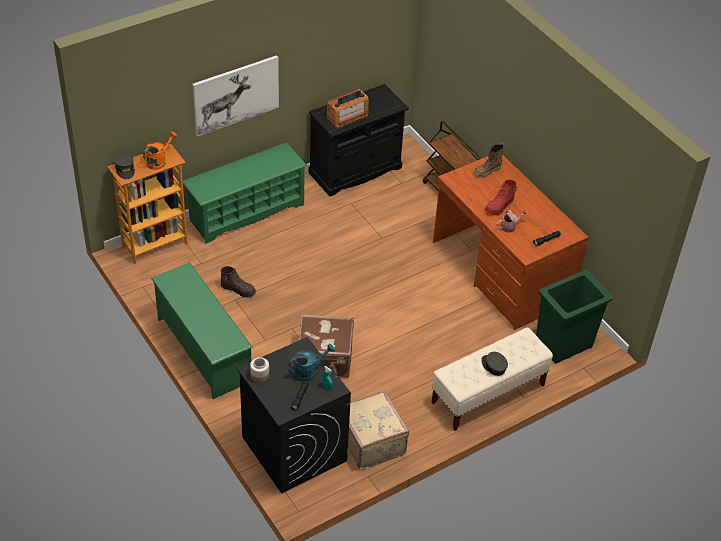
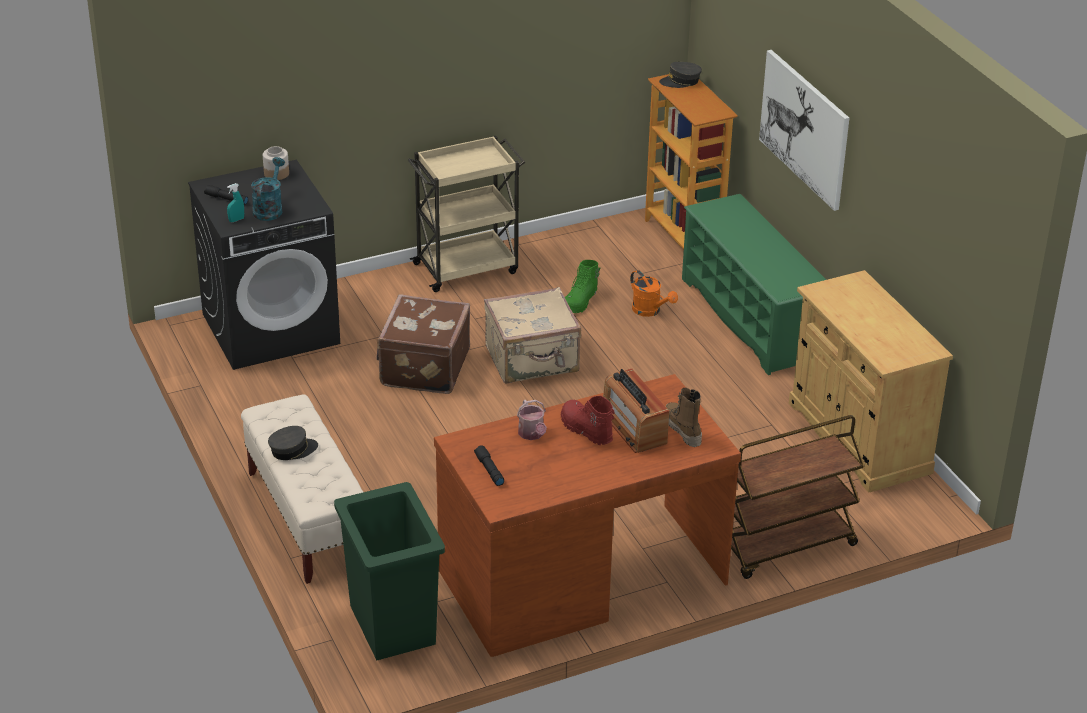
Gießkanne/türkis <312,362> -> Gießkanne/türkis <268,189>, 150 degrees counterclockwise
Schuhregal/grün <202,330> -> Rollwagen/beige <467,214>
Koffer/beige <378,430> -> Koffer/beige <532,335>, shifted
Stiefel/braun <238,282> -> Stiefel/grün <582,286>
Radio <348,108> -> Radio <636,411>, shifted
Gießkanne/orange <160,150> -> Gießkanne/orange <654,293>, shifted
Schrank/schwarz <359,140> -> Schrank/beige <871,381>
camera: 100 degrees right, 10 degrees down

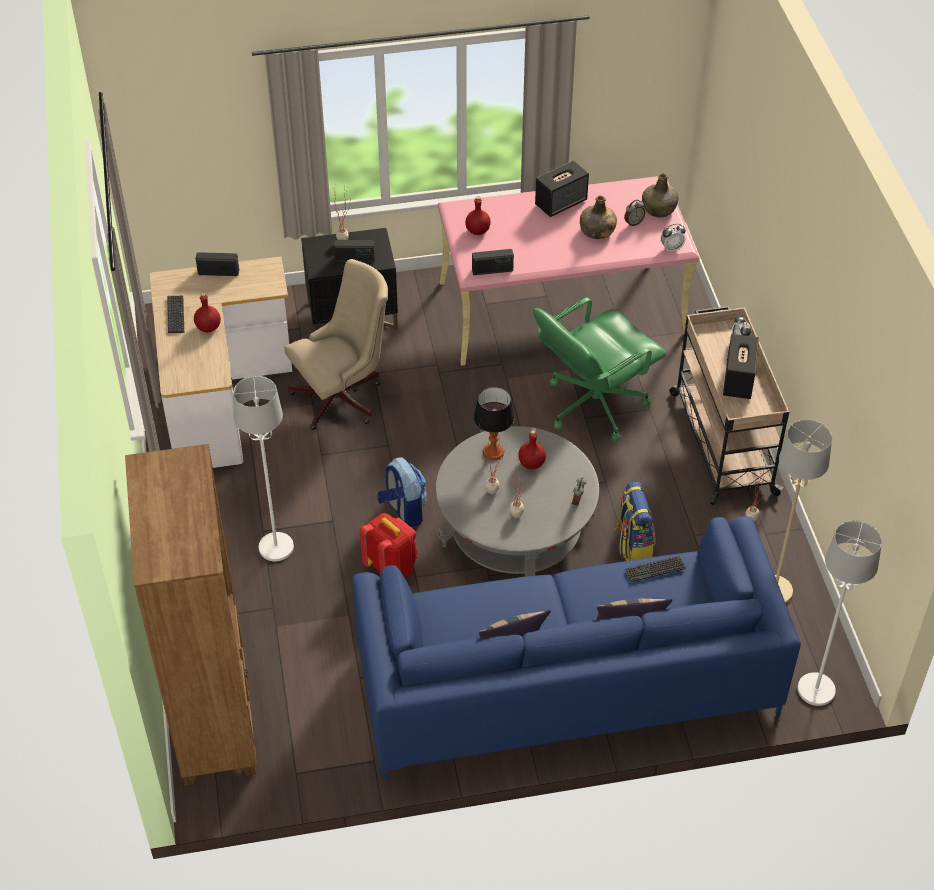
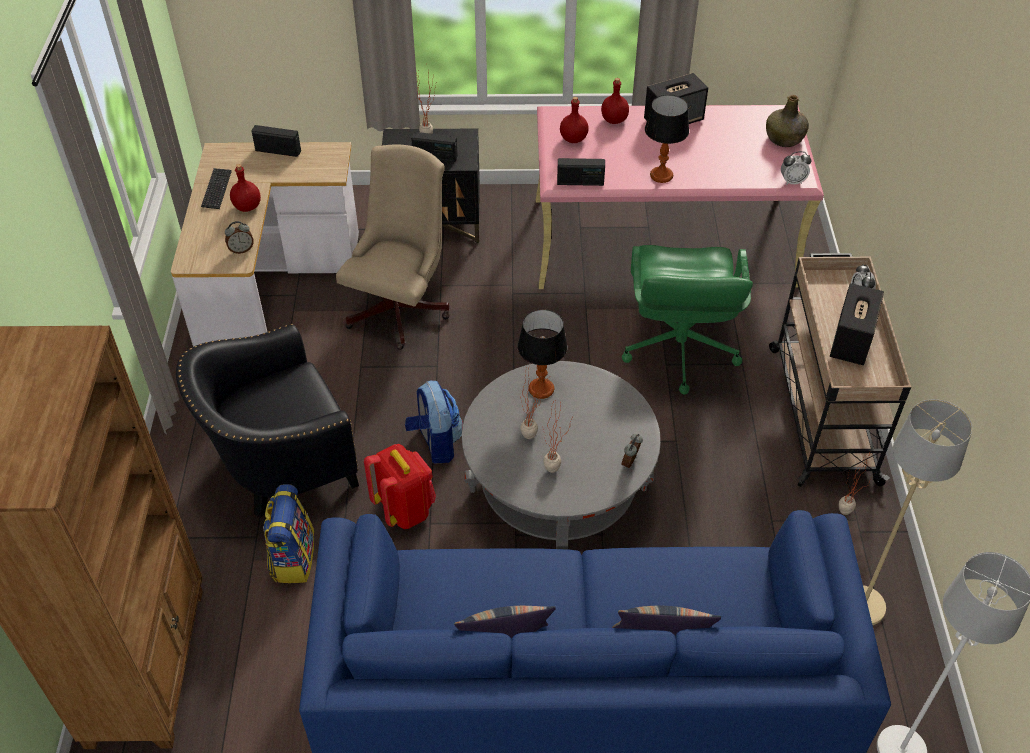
Stehlampe/weiß <263,468> -> Sessel/schwarz <267,421>
Wecker <634,213> -> Wecker <239,237>, shifted
Rucksack <634,521> -> Rucksack <288,533>, shifted
Bürostuhl/beige <336,344> -> Bürostuhl/beige <393,247>, 45 degrees counterclockwise
Flasche/rot <532,450> -> Flasche/rot <615,101>, shifted
Bürostuhl/grün <599,370> -> Bürostuhl/grün <687,319>, 60 degrees counterclockwise
none -> Tischlampe <667,139>
Flasche/grün <598,217> -> none
Tastatur <655,569> -> none
camera: 10 degrees right, 0 degrees up

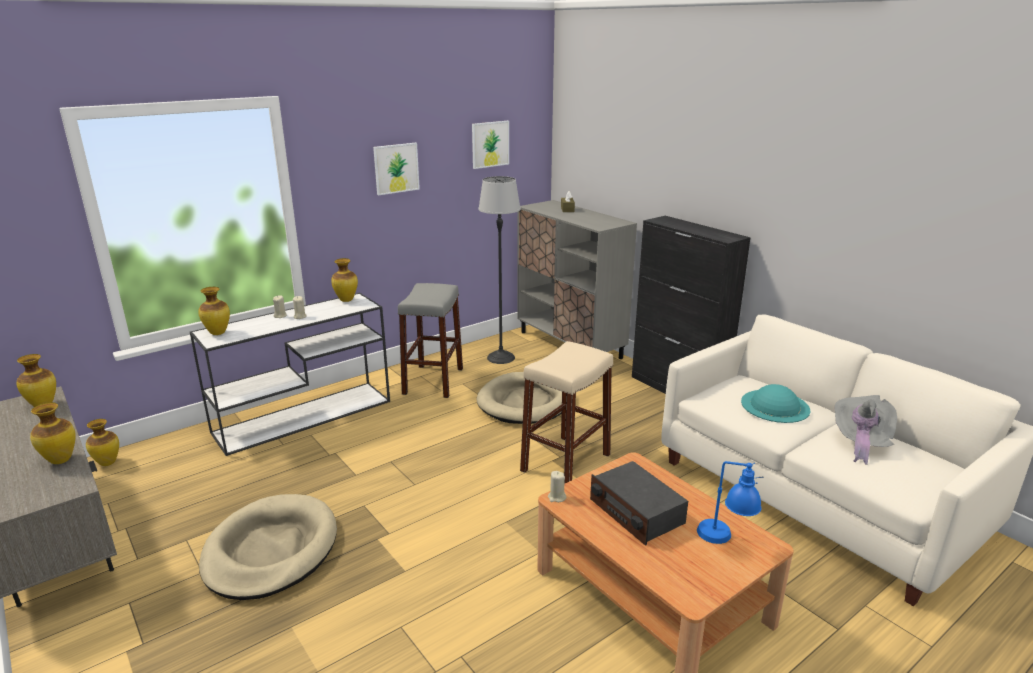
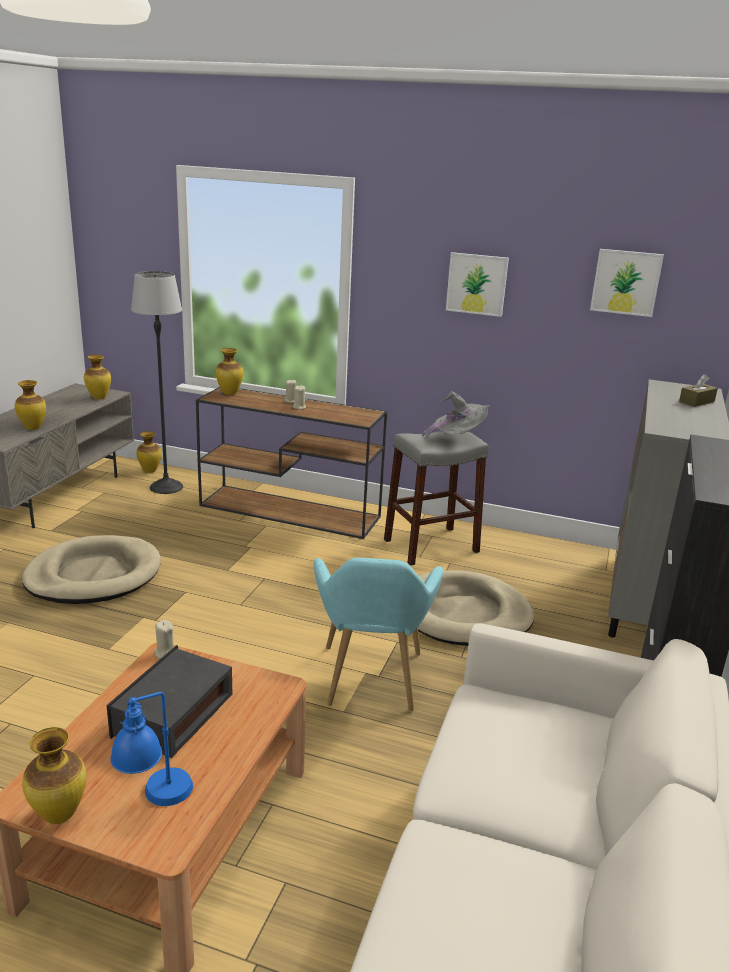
Vase <344,280> -> Vase <54,775>, shifted
Stehlampe <499,270> -> Stehlampe <157,382>, shifted
Konsolentisch/weiß <290,374> -> Konsolentisch/braun <291,463>
Hocker/beige <566,412> -> Sessel/türkis <378,634>
Hut/grau <866,430> -> Hut/grau <456,415>, shifted
Hut/türkis <775,403> -> none
camera: 55 degrees right, 0 degrees up

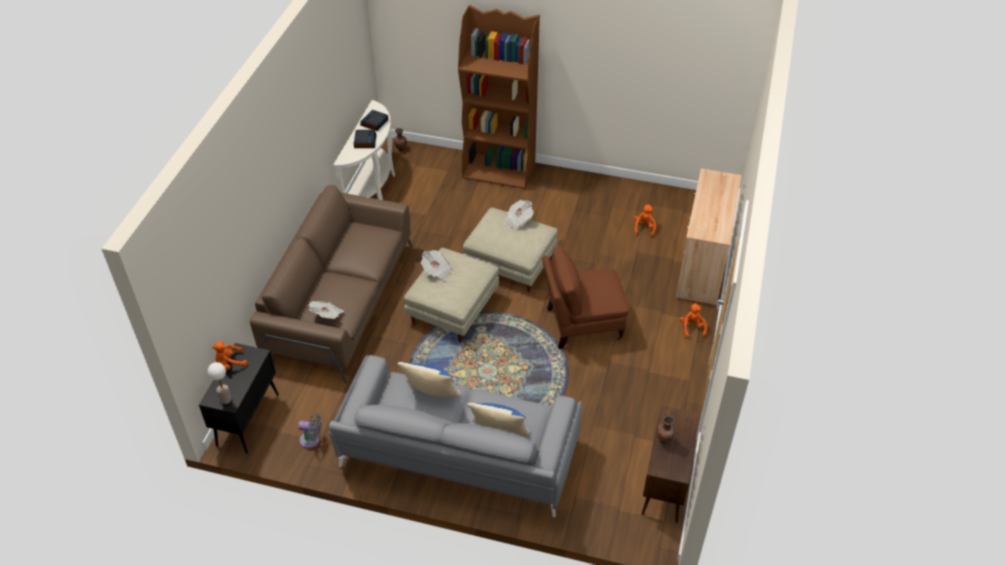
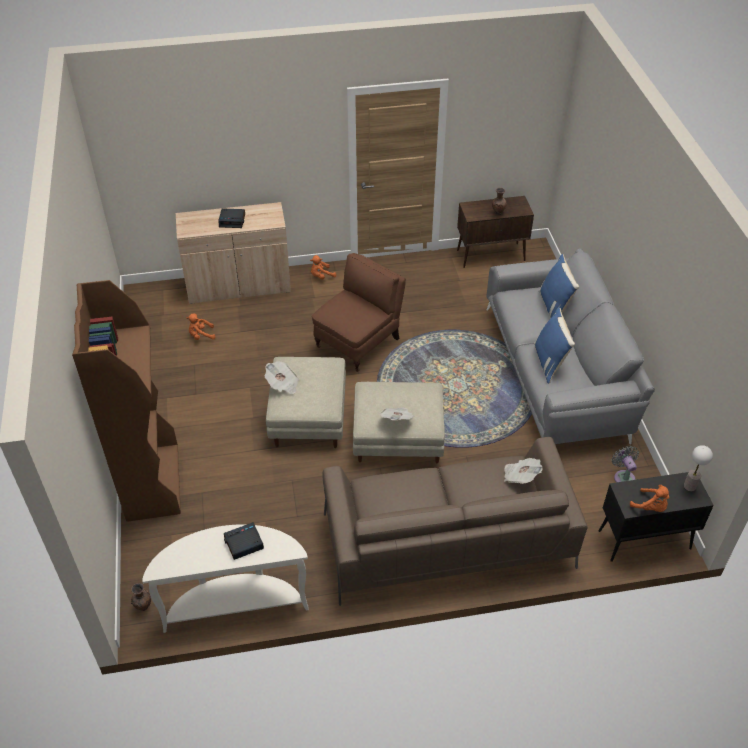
Wecker <374,120> -> Wecker <231,218>, shifted
Sessel/braun <585,297> -> Sessel/braun <359,312>, 105 degrees counterclockwise
camera: 115 degrees left, 0 degrees up

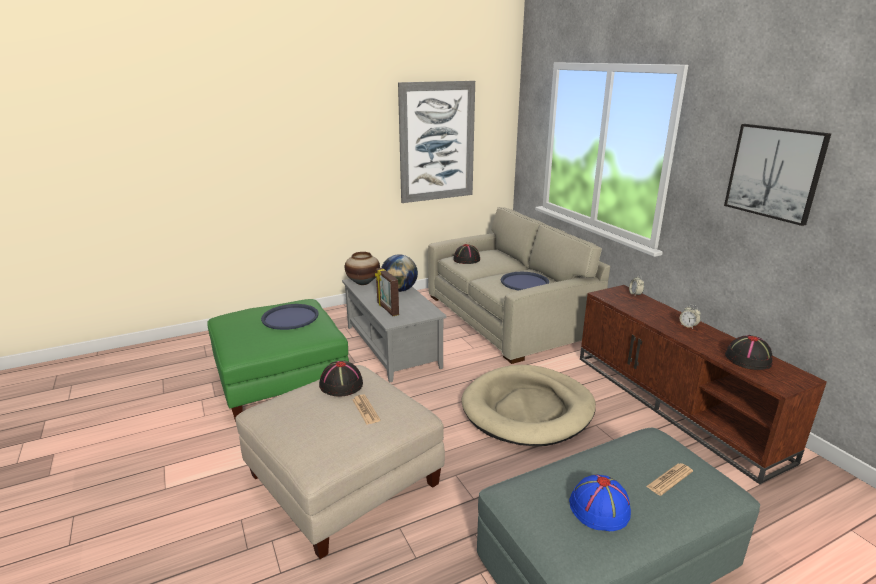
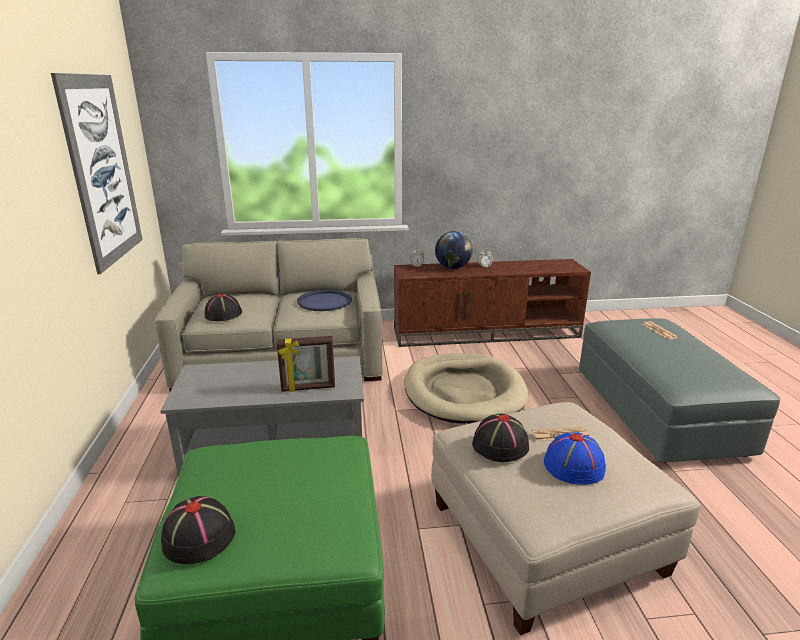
Hut/schwarz <749,352> -> Hut/schwarz <198,530>, shifted
Globus <399,273> -> Globus <454,250>, shifted
Hut/blau <600,503> -> Hut/blau <575,458>, shifted
Tablett/blau <289,317> -> none
Vase <362,268> -> none
Bild <777,175> -> none
camera: 70 degrees left, 0 degrees up

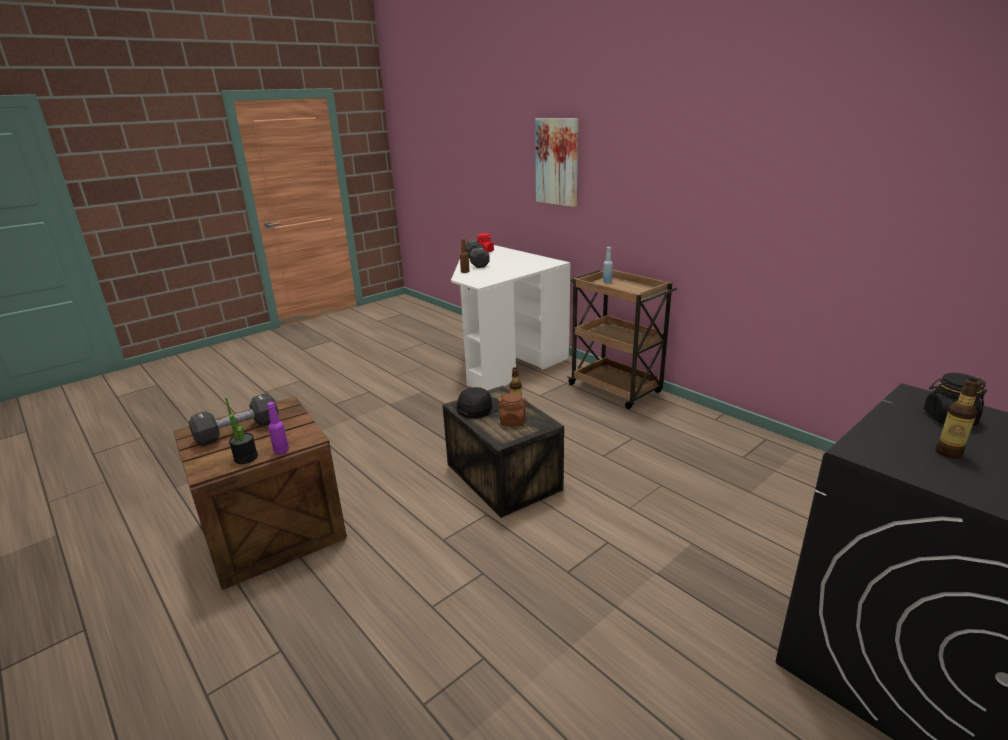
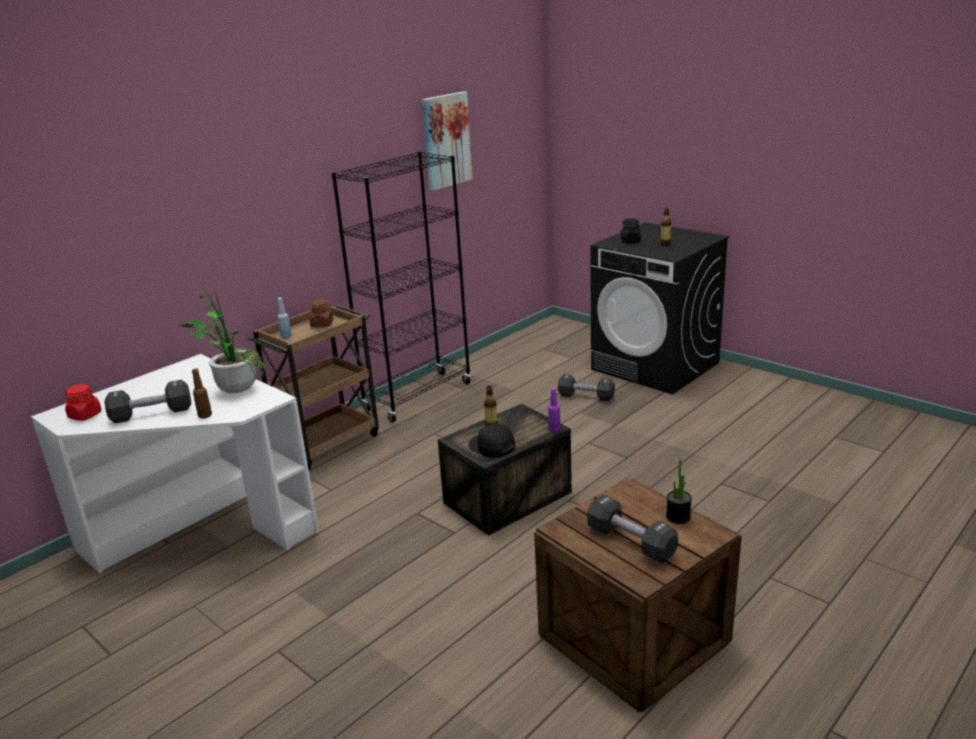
none -> Topfpflanze <222,340>
Vorratsglas/braun <512,409> -> Vorratsglas/braun <321,313>, shifted
none -> Bücherregal/schwarz <401,287>
Bild <556,162> -> Bild <447,141>, shifted
Flasche/lila <278,428> -> Flasche/lila <554,410>, shifted
none -> Hantel/schwarz <586,387>
camera: 95 degrees left, 0 degrees up

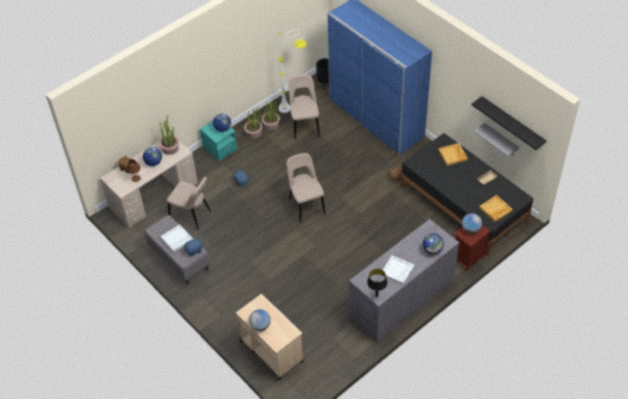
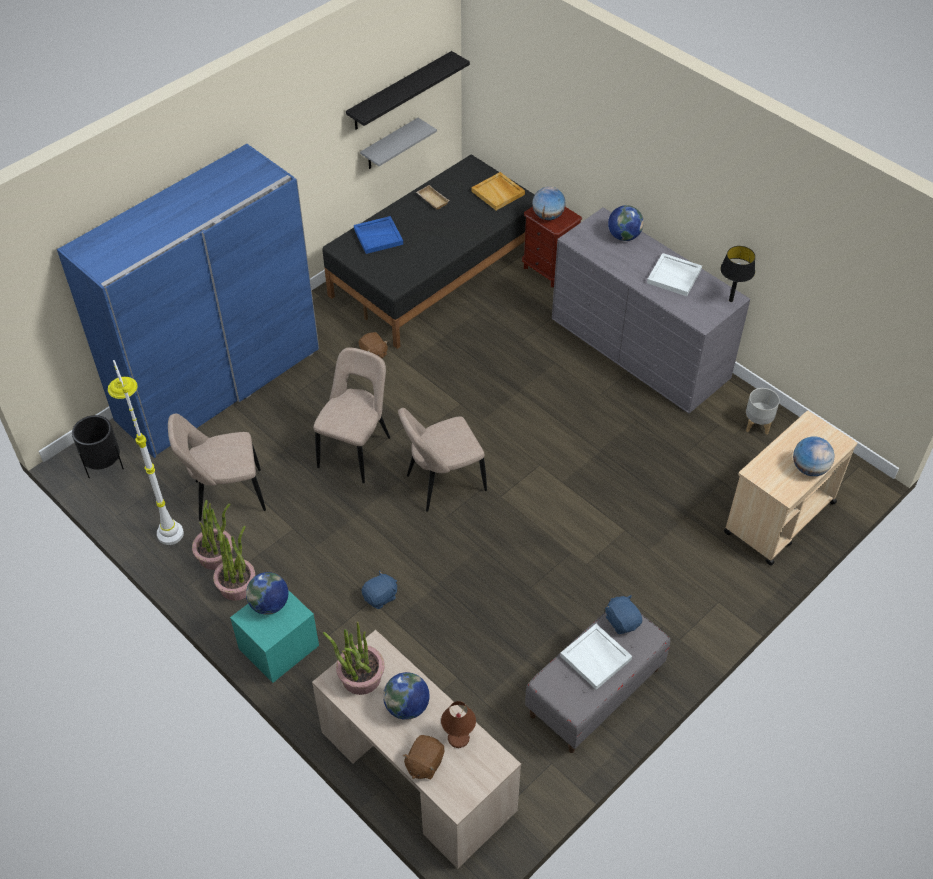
Stuhl/beige <189,203> -> Stuhl/beige <351,415>, shifted
Tablett/beige <453,154> -> Tablett/blau <378,235>
none -> Pflanzkübel/grau <763,411>
camera: 95 degrees left, 0 degrees up

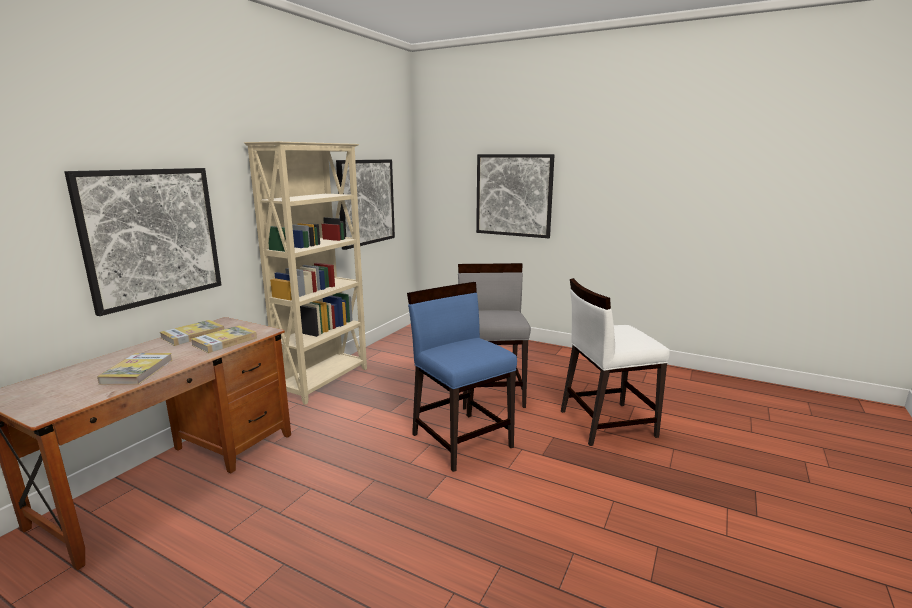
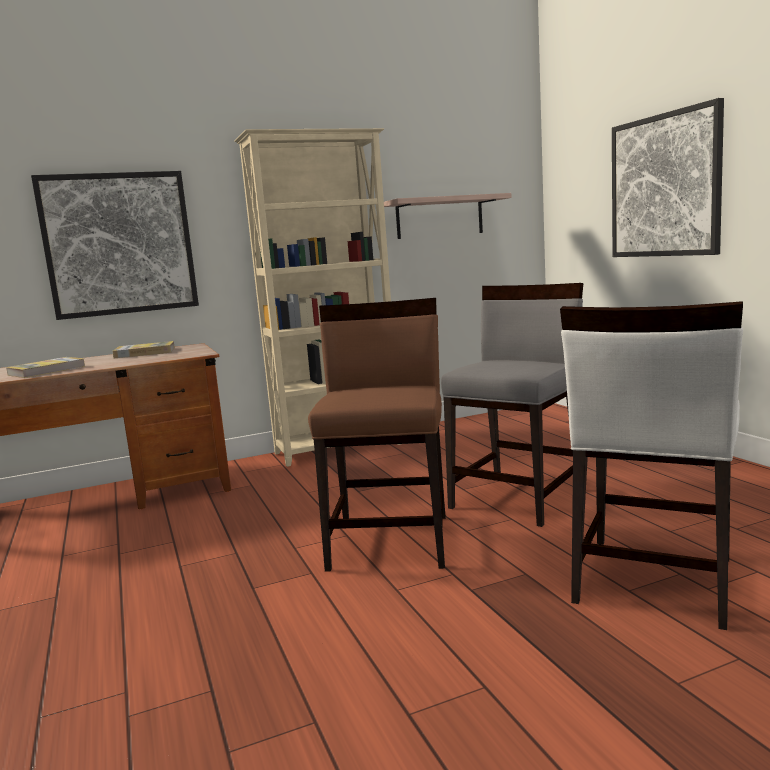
Stuhl/blau <462,377> -> Stuhl/braun <376,435>
Bild <365,204> -> Wandregal <448,216>
Stuhl/weiß <615,362> -> Stuhl/weiß <651,465>, 90 degrees counterclockwise
Buch <224,339> -> none
camera: 40 degrees right, 5 degrees down

